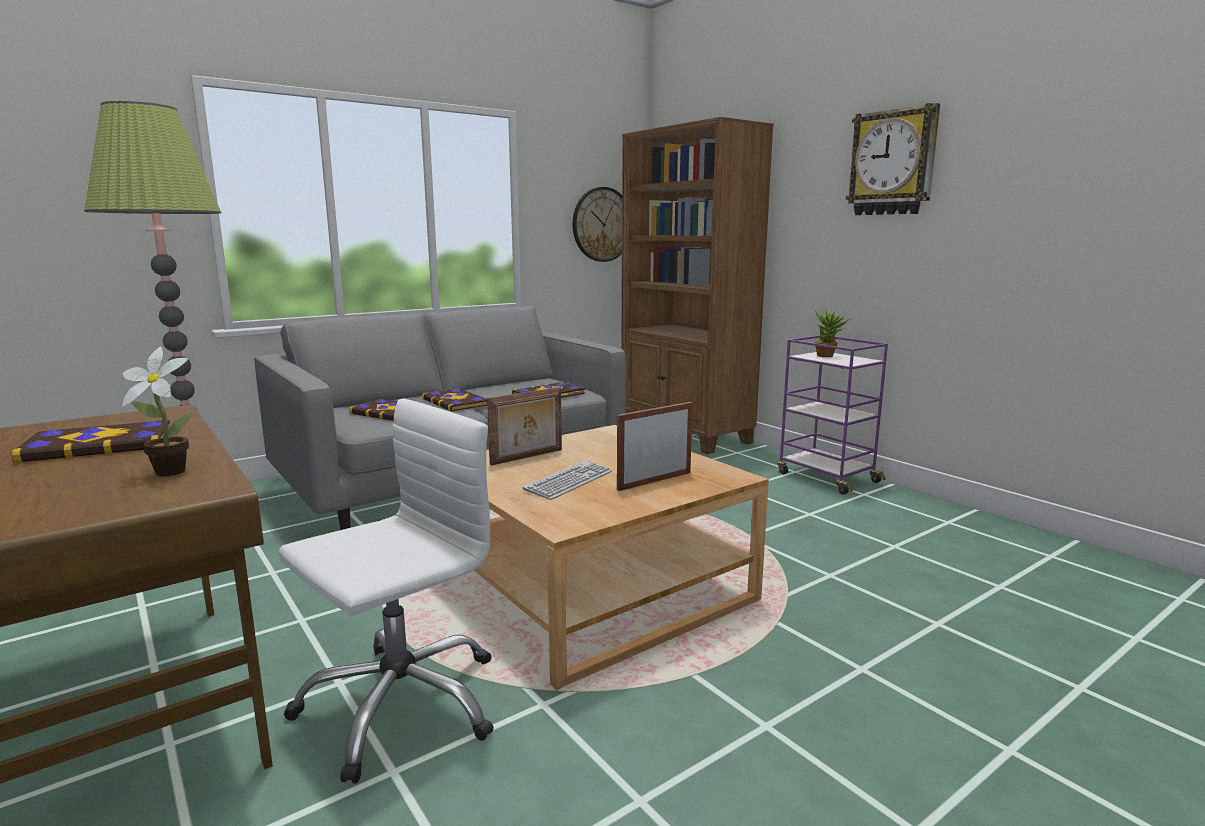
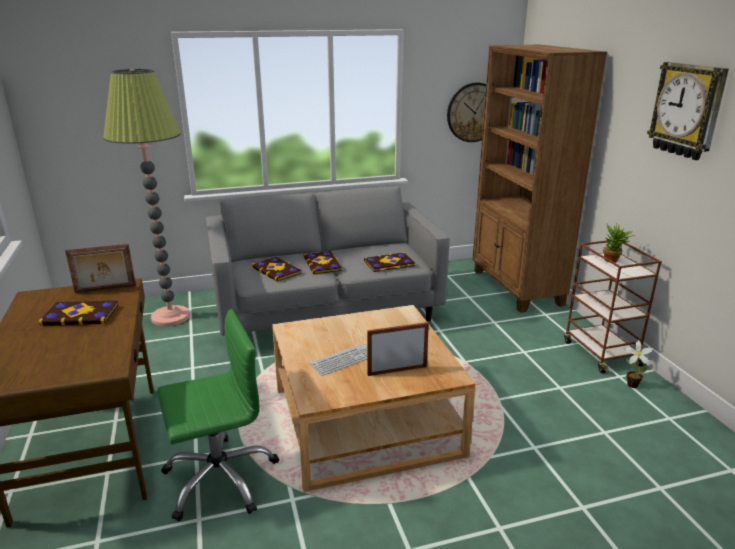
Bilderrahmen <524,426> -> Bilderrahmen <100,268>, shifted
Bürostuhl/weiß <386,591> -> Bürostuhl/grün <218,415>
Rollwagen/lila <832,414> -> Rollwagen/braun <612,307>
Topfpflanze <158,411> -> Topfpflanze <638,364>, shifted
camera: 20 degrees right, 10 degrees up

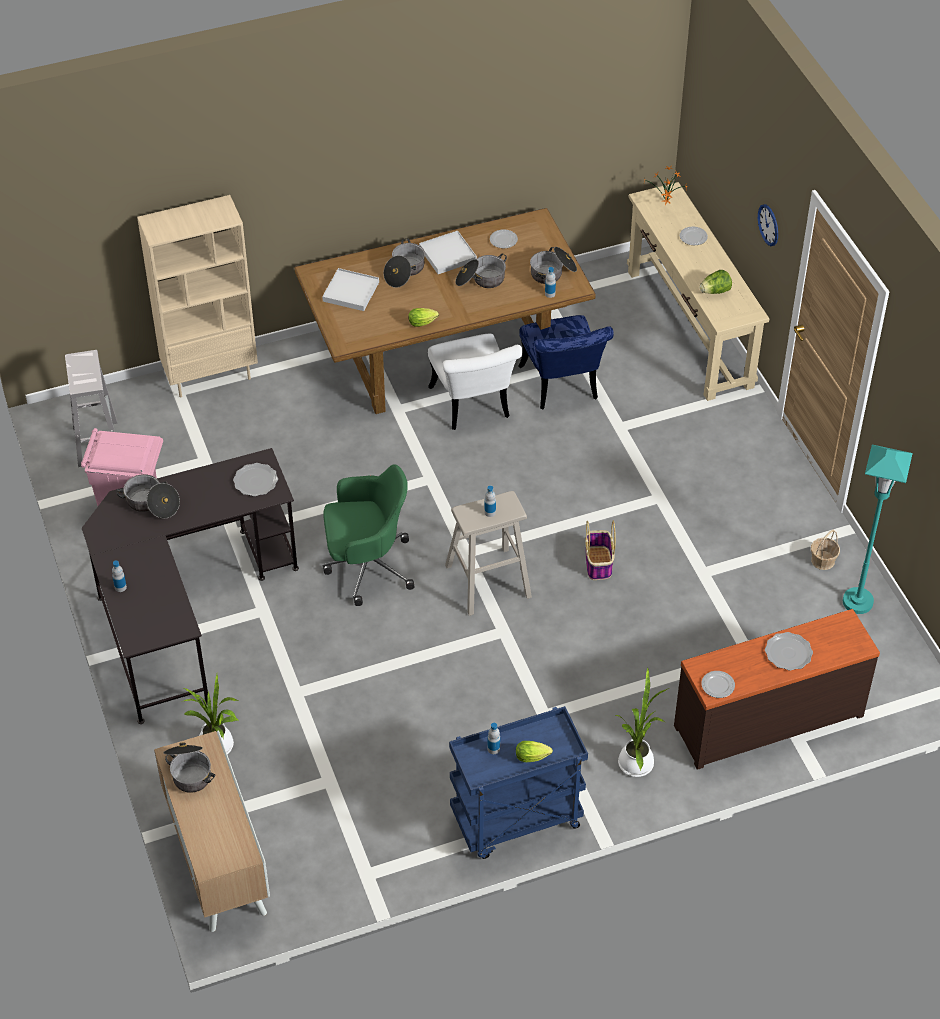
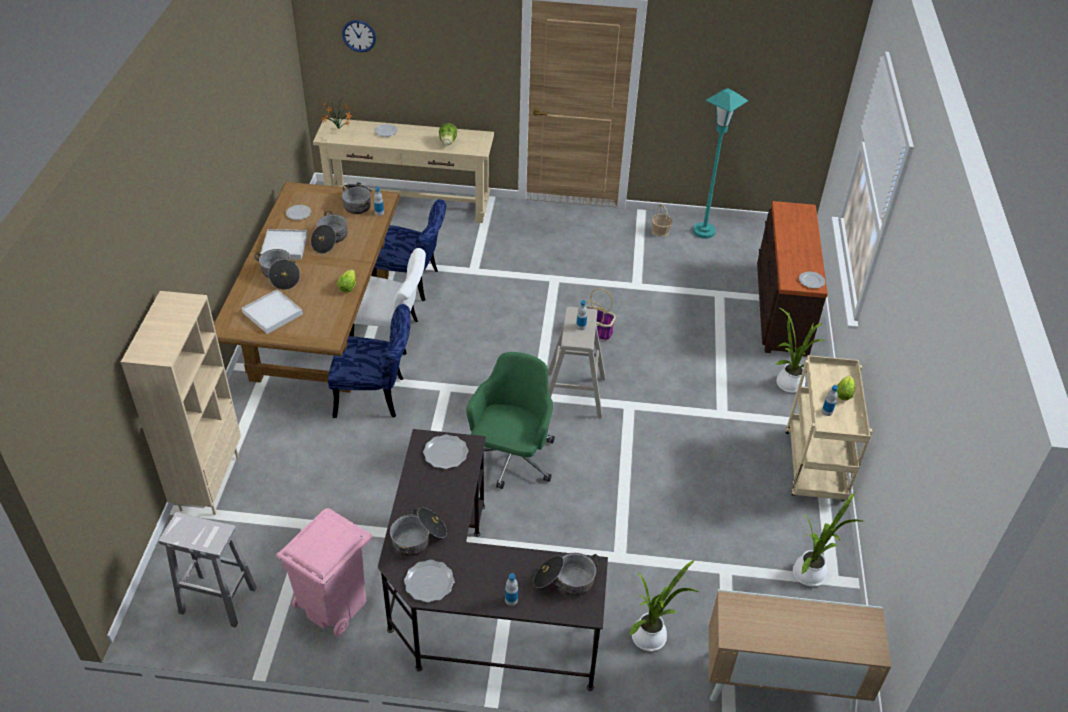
none -> Stuhl/blau <369,361>
Wanduhr <768,225> -> Wanduhr <359,36>, shifted
Teller <789,651> -> Teller <429,581>, shifted
Kochtopf <189,767> -> Kochtopf <566,574>, shifted
Rollwagen/blau <518,782> -> Rollwagen/beige <828,428>
none -> Topfpflanze <827,539>
camera: 65 degrees left, 5 degrees down

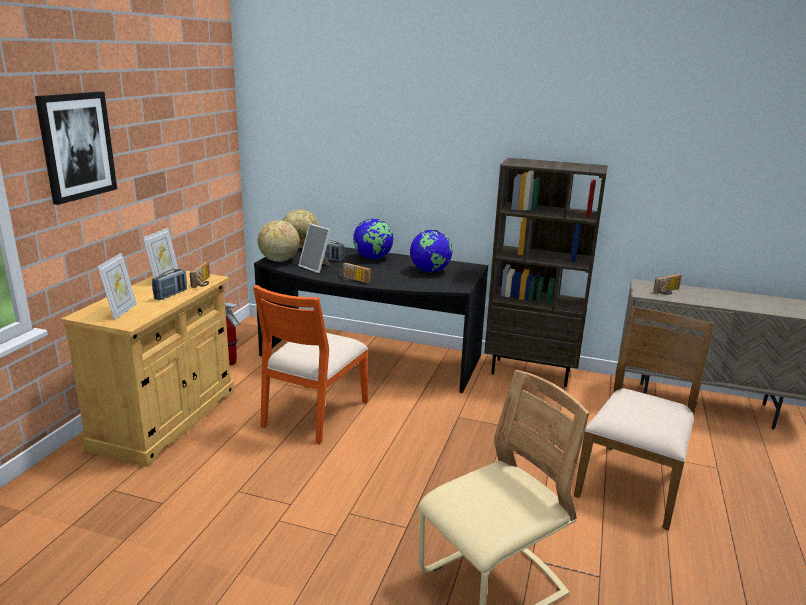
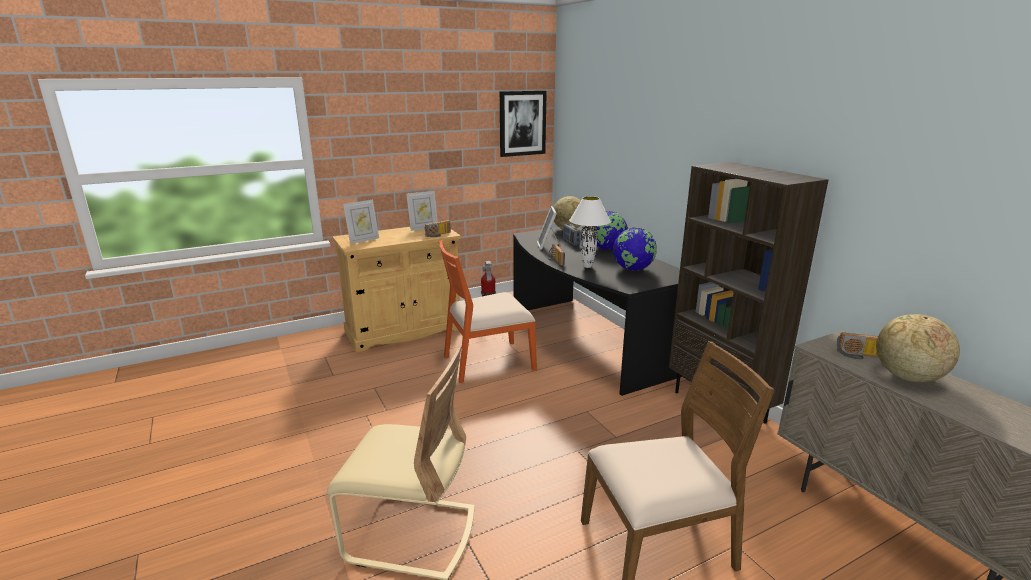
Bild <76,148> -> Bild <523,124>, shifted
none -> Tischlampe/weiß <590,232>
Globus <279,241> -> Globus <918,348>, shifted
Radio <169,284> -> none
camera: 45 degrees right, 0 degrees up

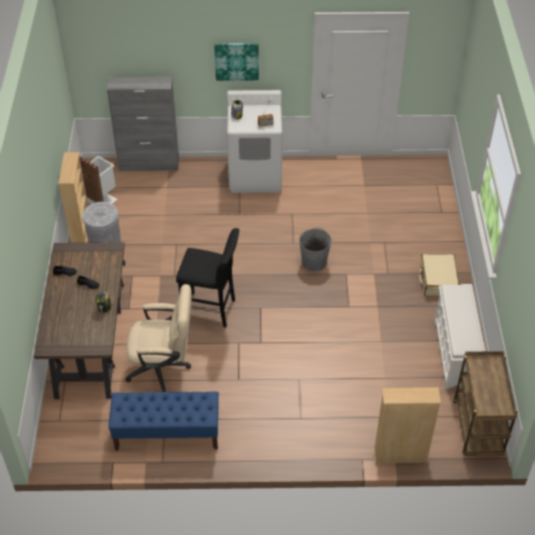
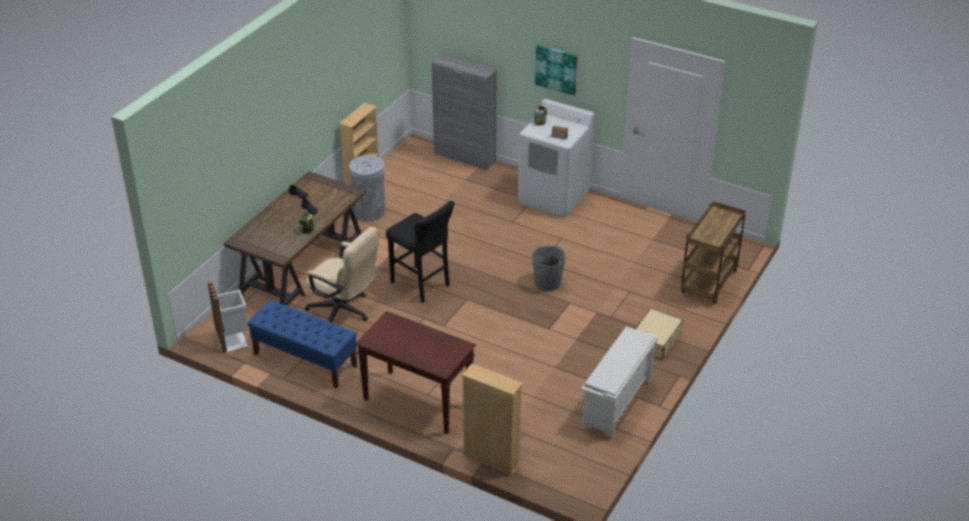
Mülleimer/weiß <98,180> -> Mülleimer/weiß <228,317>, shifted
none -> Konsolentisch/braun <415,372>
Rollwagen/braun <485,403> -> Rollwagen/braun <713,252>, shifted
camera: 30 degrees right, 10 degrees down

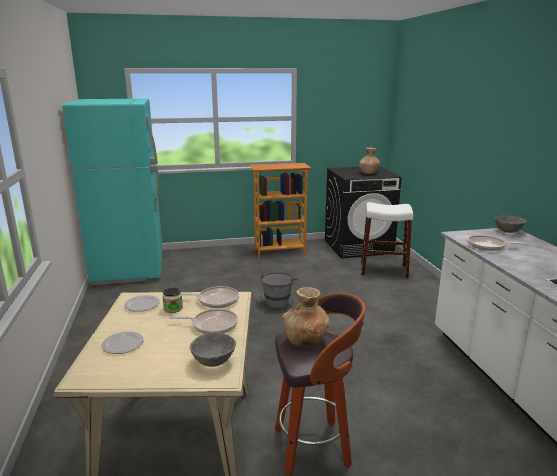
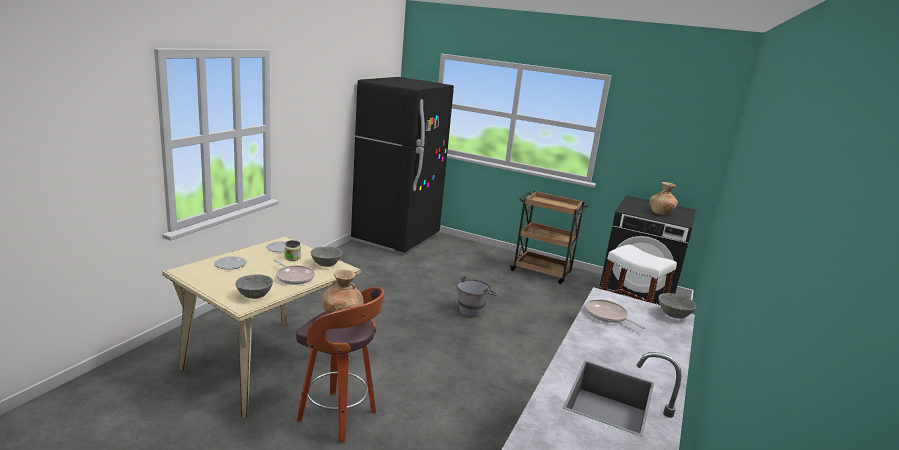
Pfanne <210,297> -> Schüssel/grau <326,256>
Kühlschrank/türkis <112,192> -> Kühlschrank/schwarz <402,165>
Bücherregal <280,210> -> Rollwagen/braun <549,237>
camera: 35 degrees right, 0 degrees up

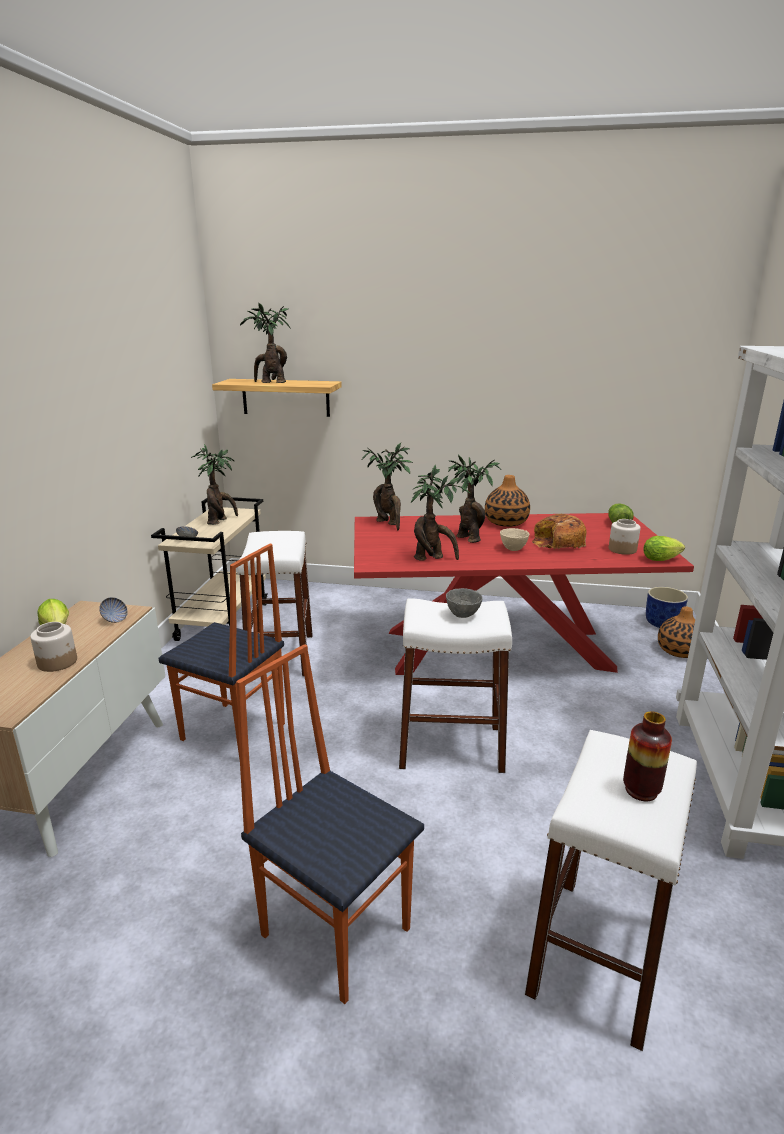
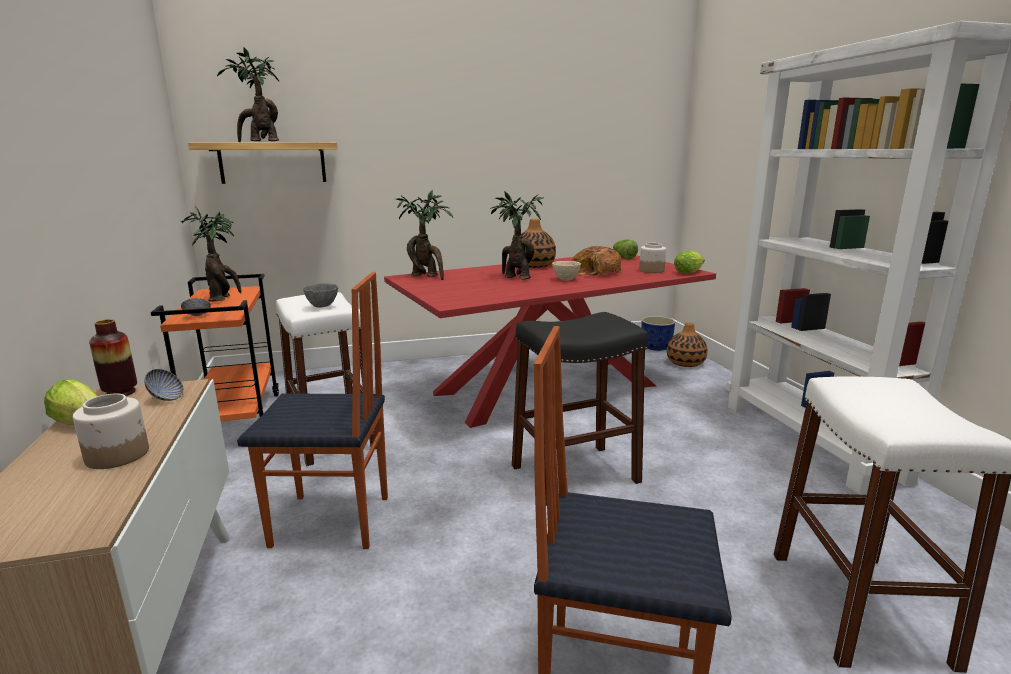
Vase <647,756> -> Vase <113,357>, shifted
Rollwagen/beige <209,569> -> Rollwagen/orange <215,347>
Schüssel/grau <464,603> -> Schüssel/grau <320,295>, shifted
Hocker/weiß <455,686> -> Hocker/schwarz <580,409>
Topfpflanze <441,513> -> none
camera: 25 degrees left, 5 degrees down

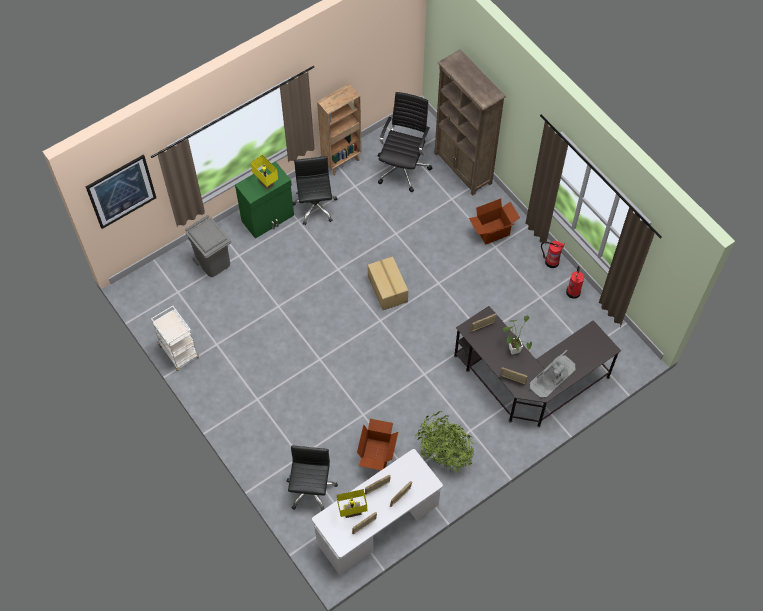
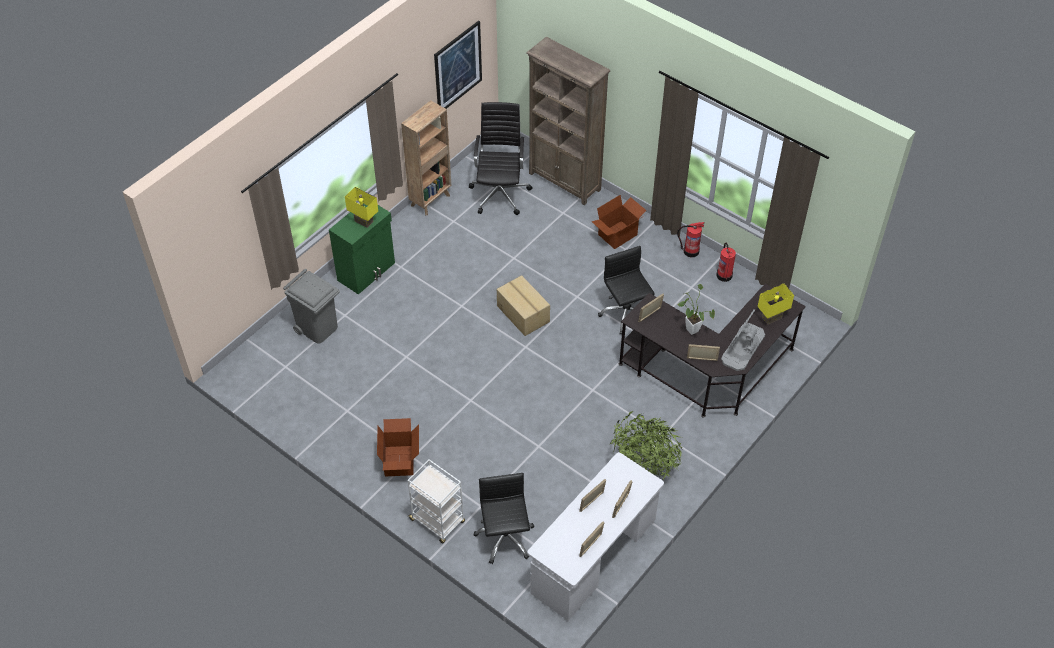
Karton <377,444> -> Karton <398,447>, shifted
Rollwagen/weiß <175,338> -> Rollwagen/weiß <436,501>, shifted
Bild <121,192> -> Bild <458,65>, shifted
Bürostuhl/schwarz <315,190> -> Bürostuhl/schwarz <626,290>, shifted
Tischlampe/gelb <352,503> -> Tischlampe/gelb <775,303>, shifted
camera: 15 degrees left, 10 degrees down

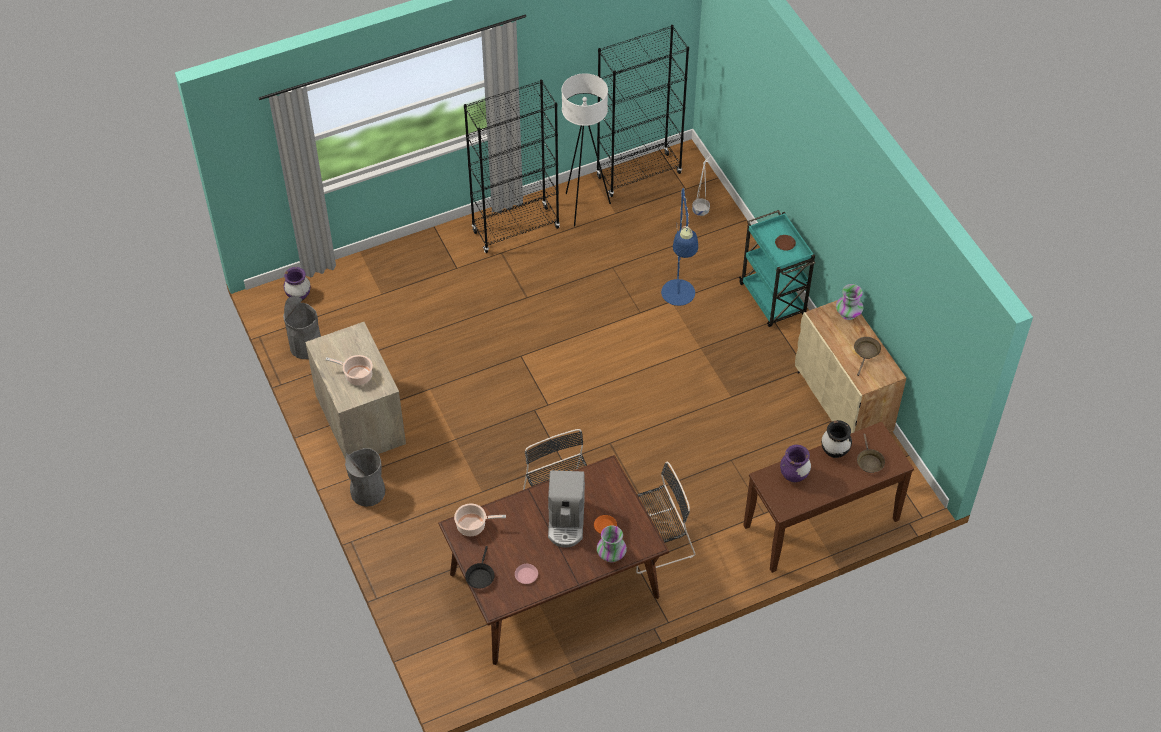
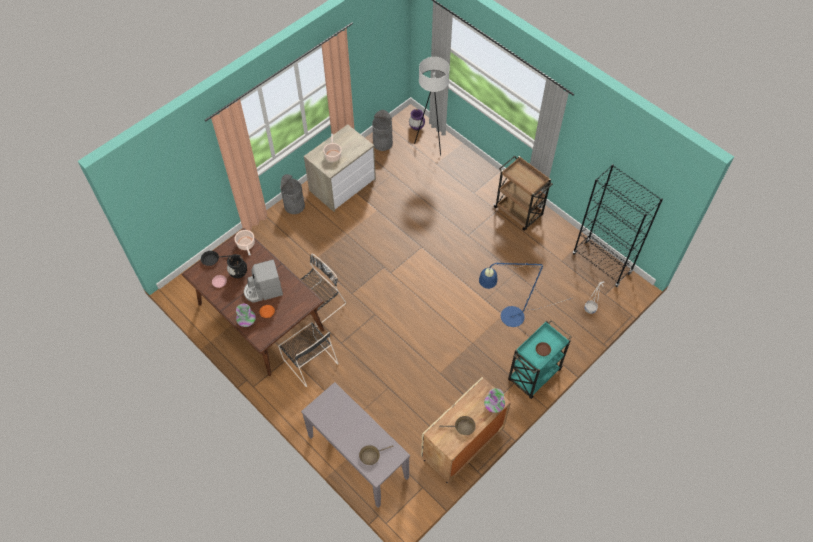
Vase/schwarz <836,439> -> Vase/schwarz <237,266>, shifted
Konsolentisch/braun <828,497> -> Konsolentisch/grau <355,445>
Stehlampe/weiß <586,149> -> Stehlampe/weiß <432,106>, shifted
Bücherregal/schwarz <512,166> -> Rollwagen/braun <523,193>
Vase/lila <795,463> -> none
camera: 70 degrees right, 5 degrees up

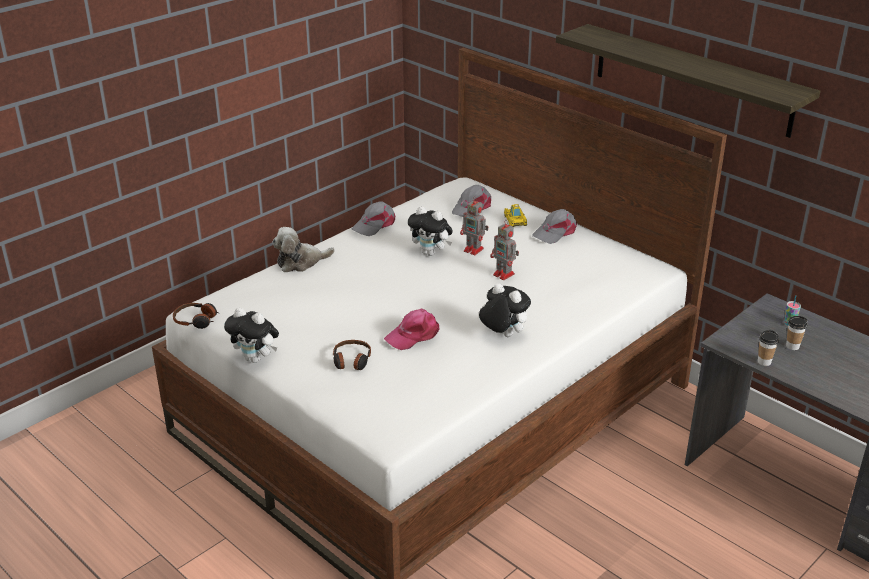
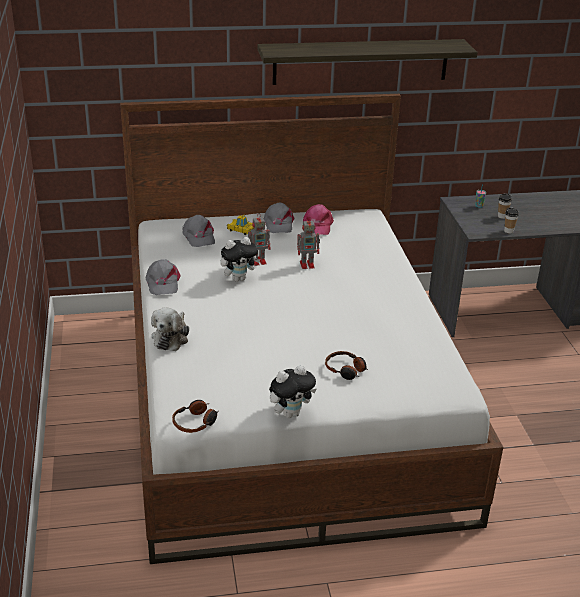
Kappe/rosa <412,329> -> Kappe/rosa <318,219>, shifted
Plüschtier <505,310> -> none
camera: 55 degrees left, 0 degrees up

